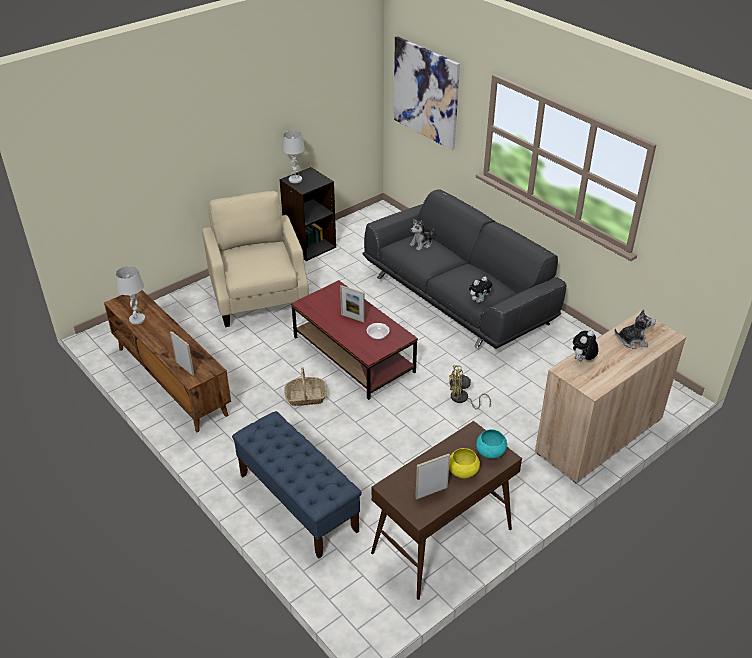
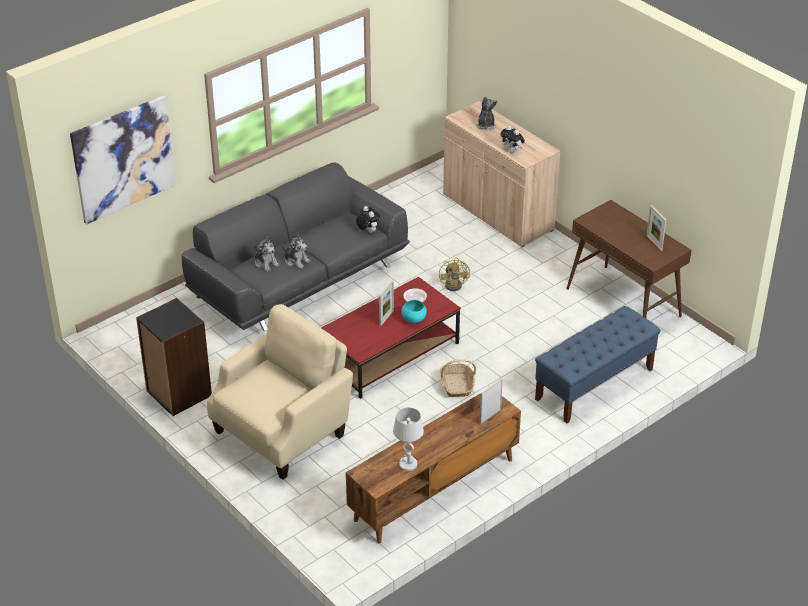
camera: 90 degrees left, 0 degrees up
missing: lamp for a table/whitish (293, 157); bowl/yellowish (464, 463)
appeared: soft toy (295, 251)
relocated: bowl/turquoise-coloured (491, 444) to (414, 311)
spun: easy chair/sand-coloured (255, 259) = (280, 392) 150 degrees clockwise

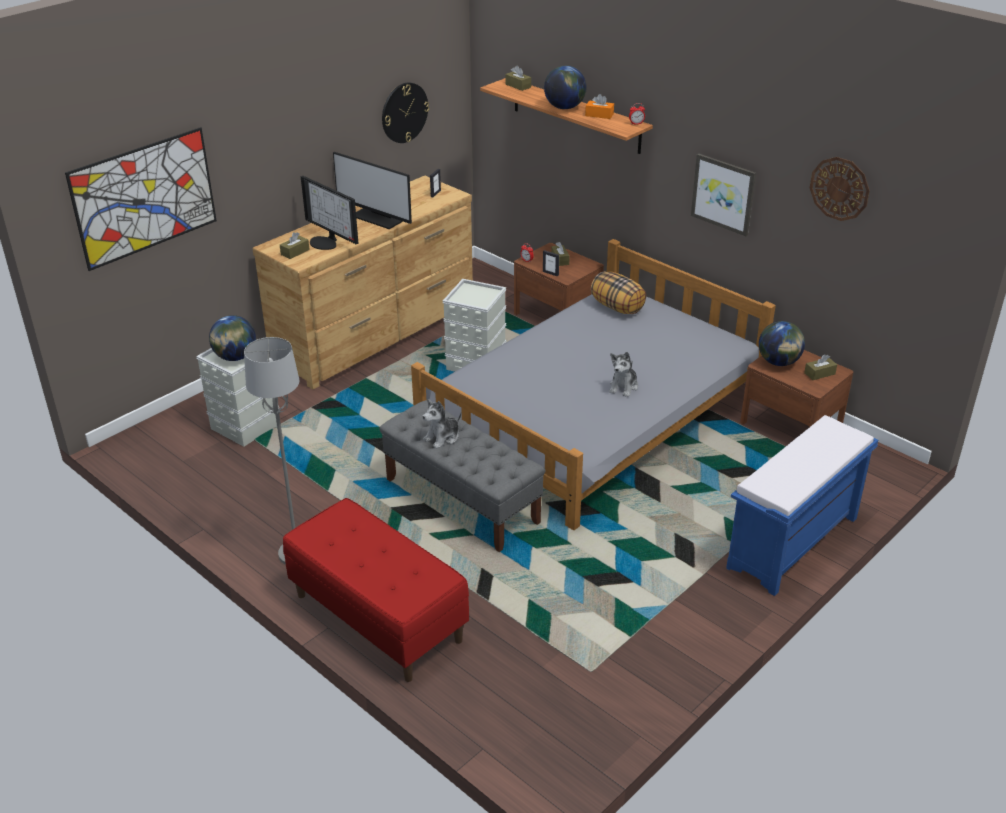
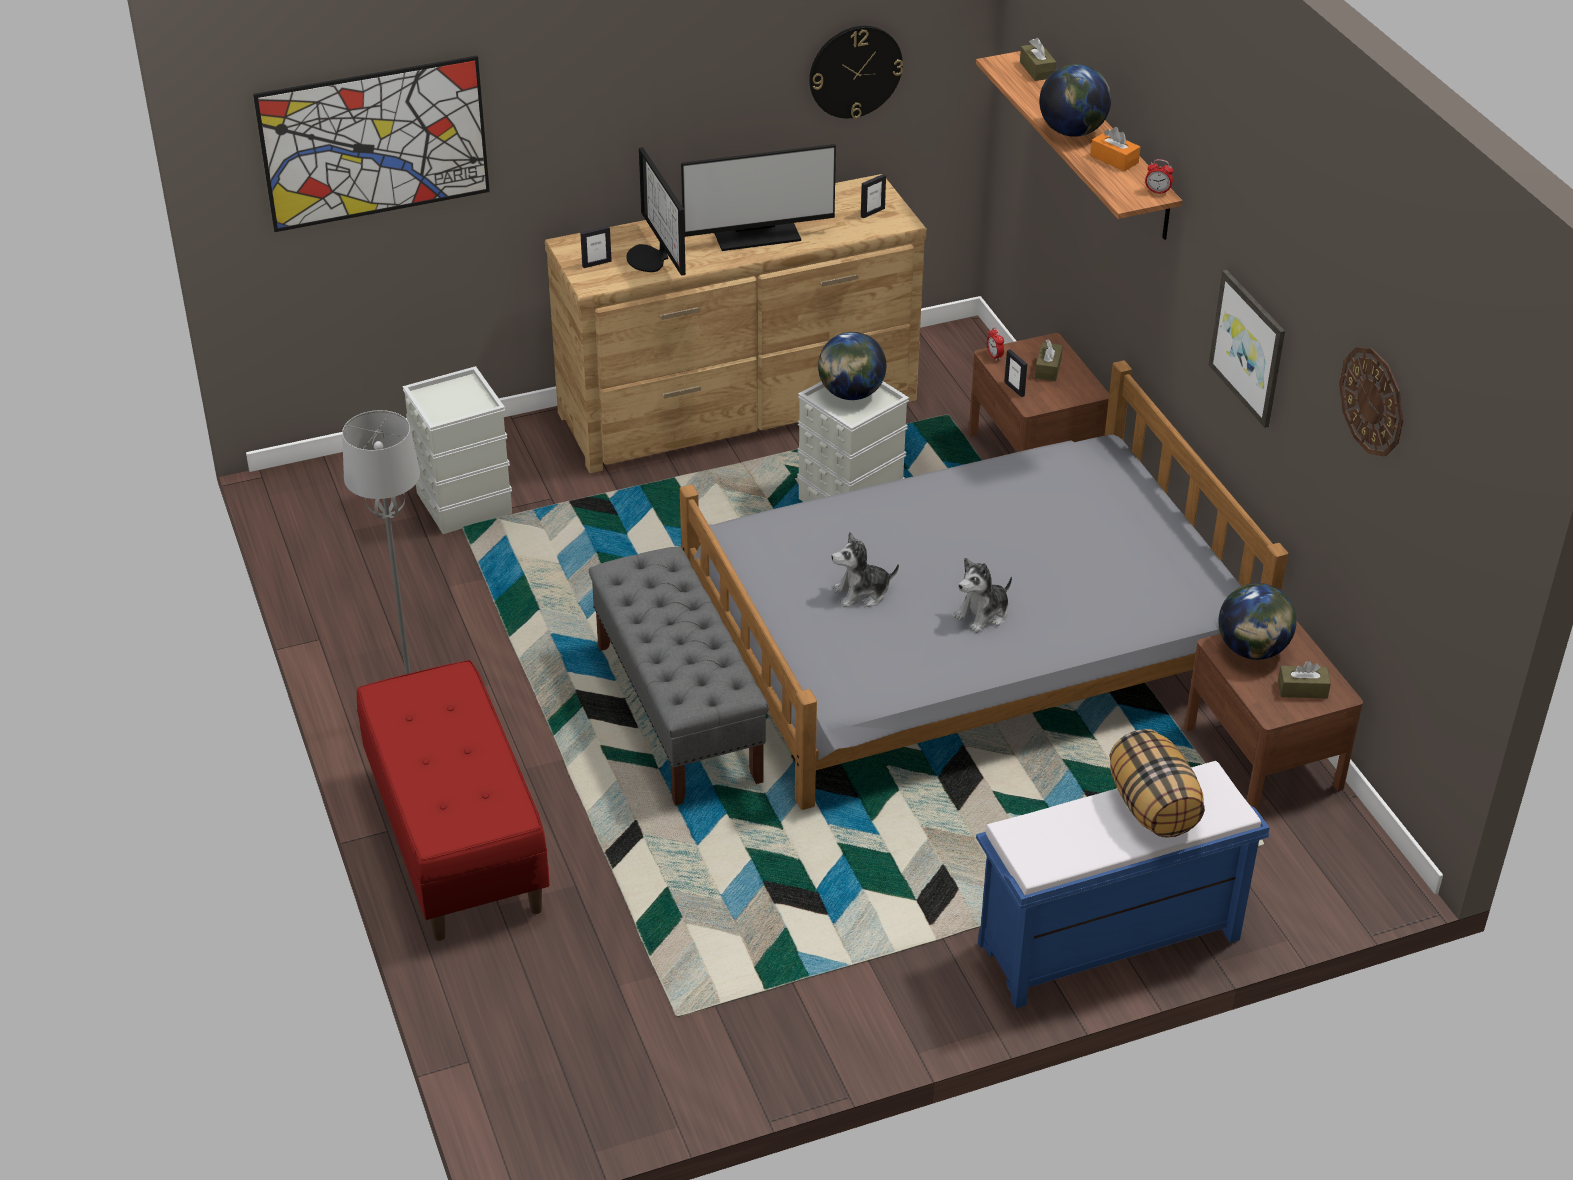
camera: 25 degrees right, 5 degrees up
relocated: throw pillow (618, 293) to (1157, 783); globe (232, 338) to (852, 366); soft toy (441, 424) to (865, 569)
exchanged: tissue holder/brownish (295, 245) to photo frame (596, 247)
spun: monitor (372, 190) = (758, 197) 75 degrees counterclockwise

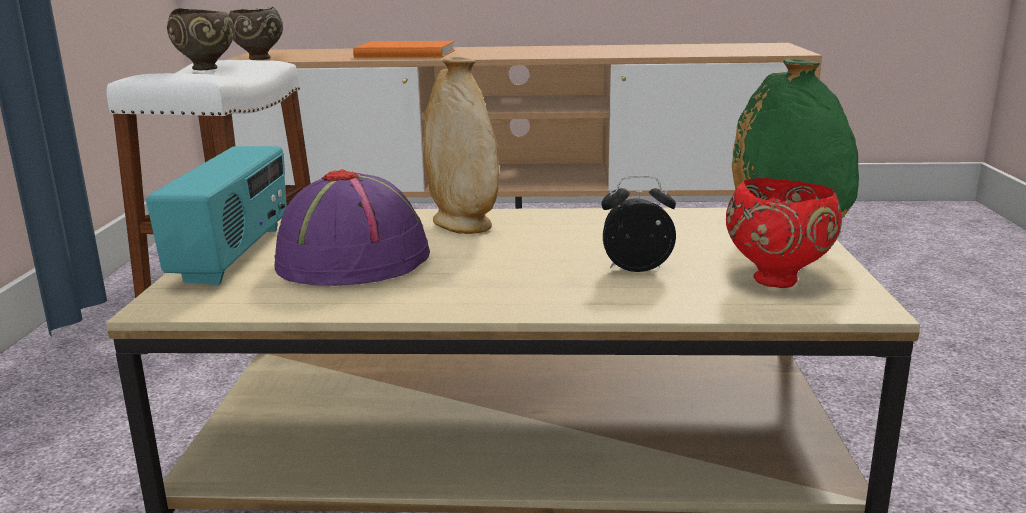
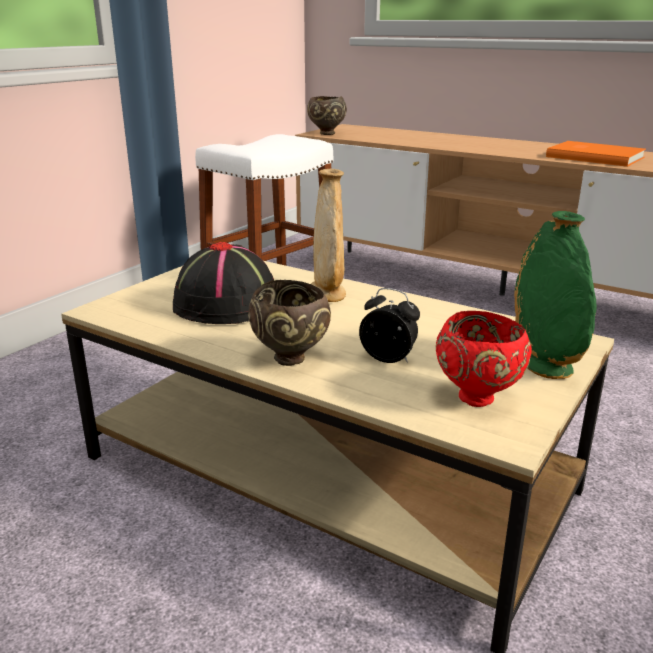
camera: 30 degrees right, 5 degrees up
missing: radio (216, 215)
relocated: bowl/brownish (200, 39) to (289, 323); book/orange-coloured (404, 49) to (596, 154)
colour: hat/purple-coloured (352, 227) to hat/black (223, 283)

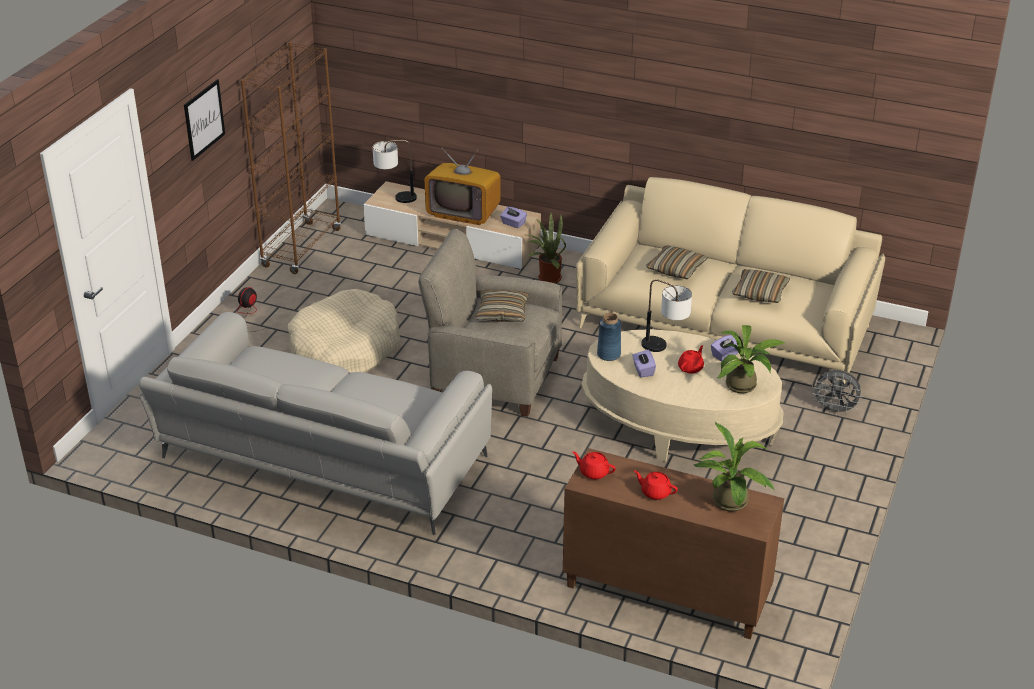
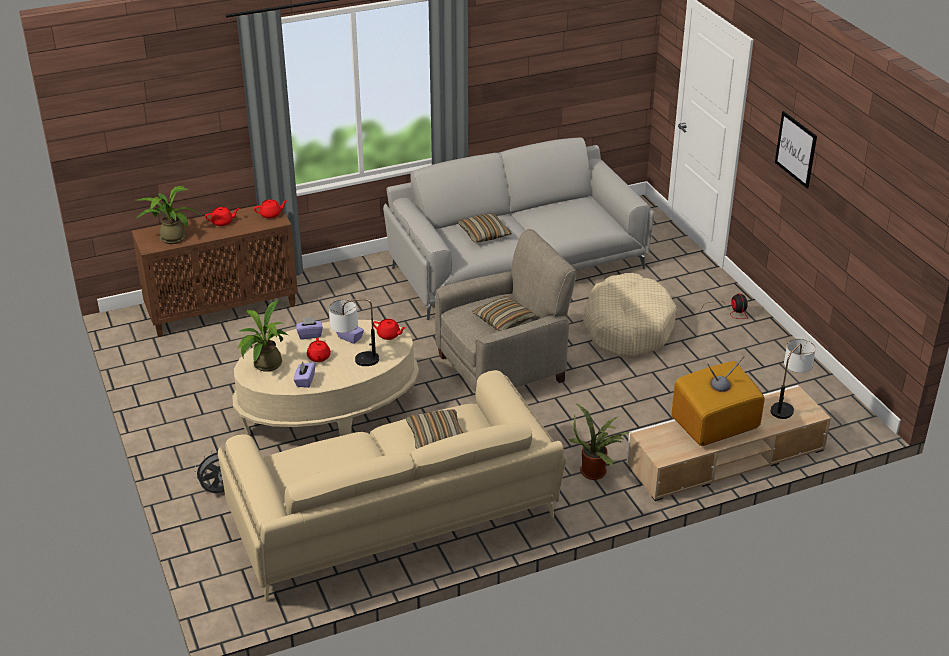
camera: 135 degrees right, 0 degrees up
missing: bookcase/brownish (291, 158)
relocated: tissue holder/purple-coloured (513, 217) to (309, 328); throw pillow (761, 286) to (485, 228)
exchanged: vase/bluish (609, 337) to tea pot/red-coloured (389, 329)

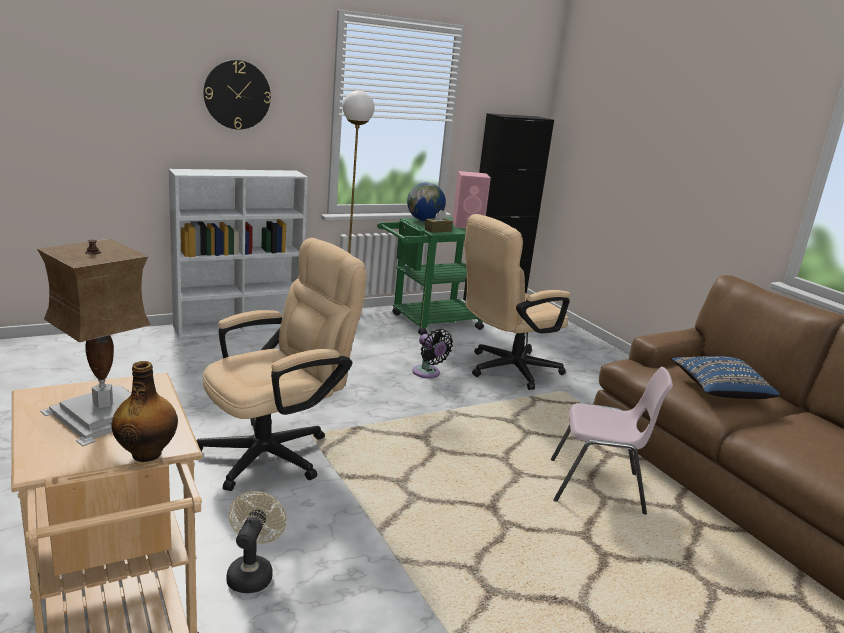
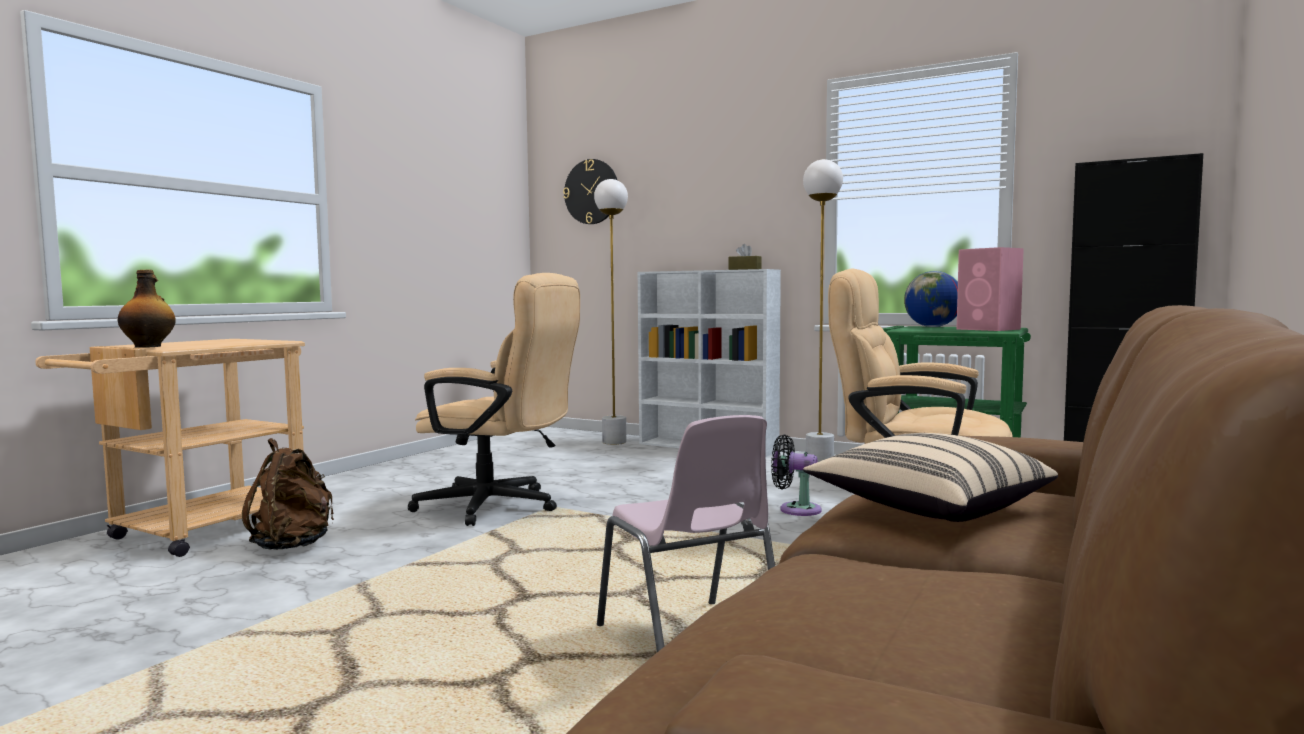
camera: 60 degrees right, 15 degrees down
missing: lamp for a table (94, 342)
appeared: floor lamp/whitish (611, 312)
relocated: wall clock (237, 94) to (590, 191); tissue holder/brownish (439, 221) to (745, 257)
exchanged: cooling fan/sand-coloured (256, 542) to rucksack/brownish (288, 494)
colour: throw pillow/bluish (725, 377) to throw pillow/sand-coloured (930, 477)
spun: cooling fan/black (433, 353) = (796, 475) 90 degrees clockwise

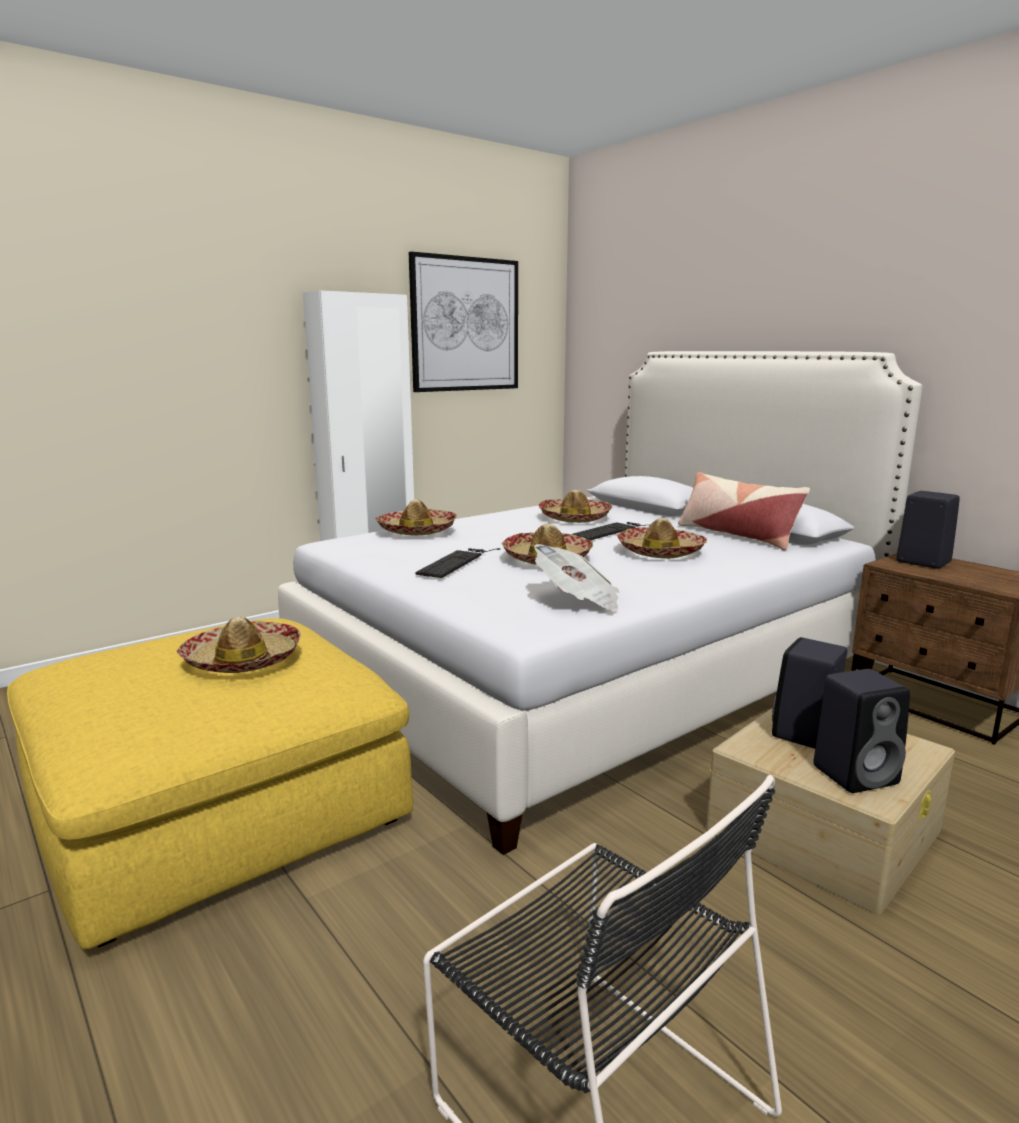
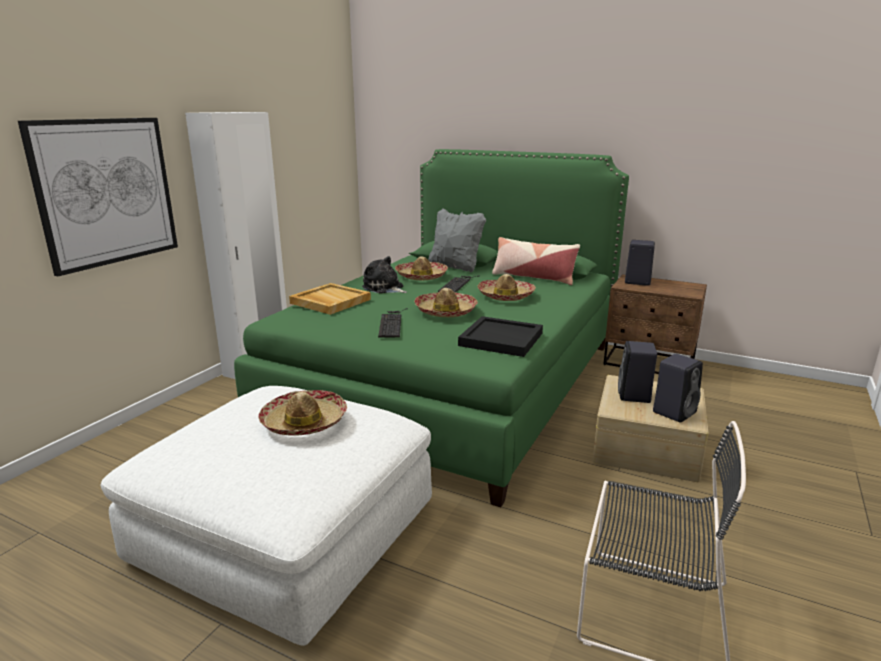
camera: 25 degrees left, 5 degrees up
appeared: throw pillow/greyish (457, 241); soft toy (384, 274)
relocated: picture (463, 322) to (98, 197)
exchanged: hat (416, 517) to serving tray/sand-coloured (330, 299); daily paper (576, 577) to serving tray/black (500, 336)
colour: sleeping bed/whitish (600, 603) to sleeping bed/green (431, 328); footrest/yellowish (210, 784) to footrest/whitish (266, 516)

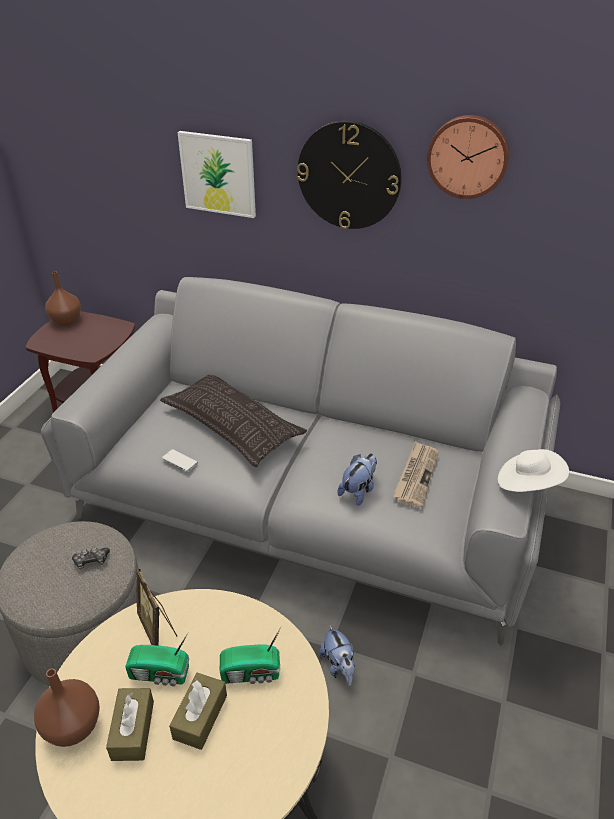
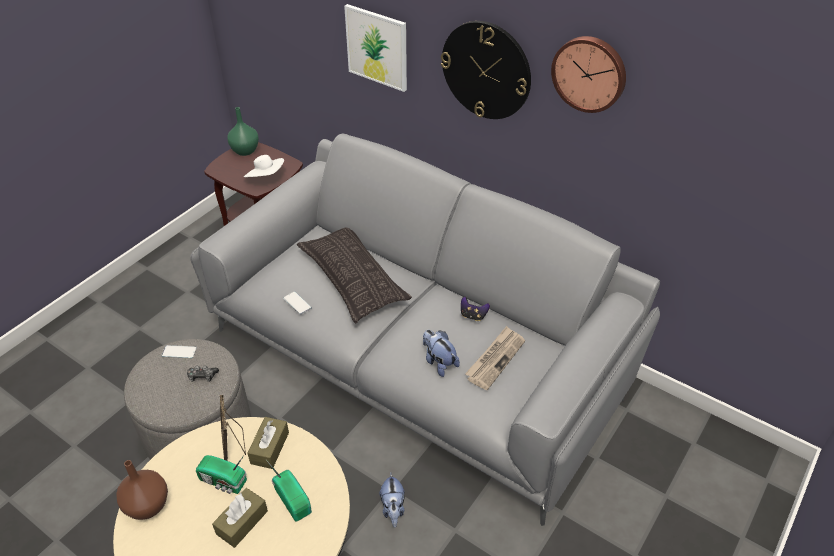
camera: 15 degrees right, 5 degrees up
appeared: game controller (475, 309); phone (179, 351)
relocated: hat/whitish (533, 470) to (264, 166); tissue holder/brownish (130, 724) to (268, 443)
colour: vase/brownish (63, 298) to vase/green (243, 131)
spun: soft toy (357, 479) = (441, 353) 90 degrees counterclockwise; radio (251, 655) = (289, 491) 135 degrees counterclockwise

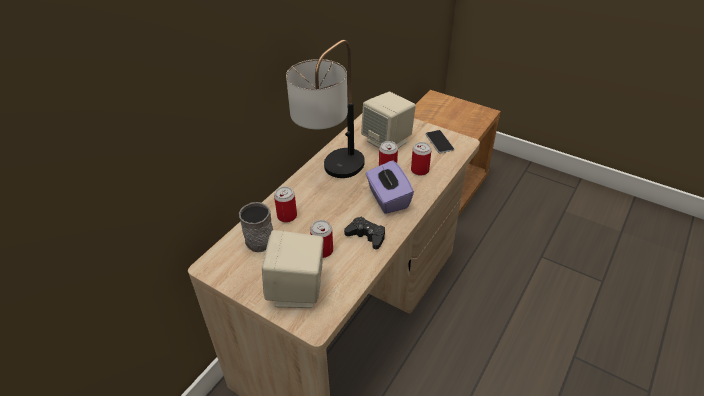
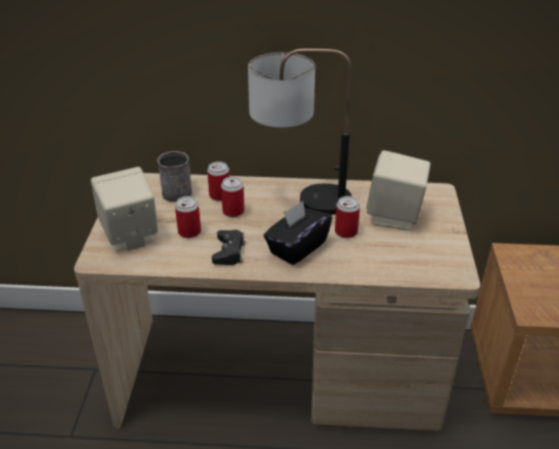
camera: 60 degrees right, 5 degrees down
missing: phone (439, 141)
relocated: can (421, 159) to (233, 196)
colour: tissue holder/purple-coloured (390, 187) to tissue holder/black (298, 233)

